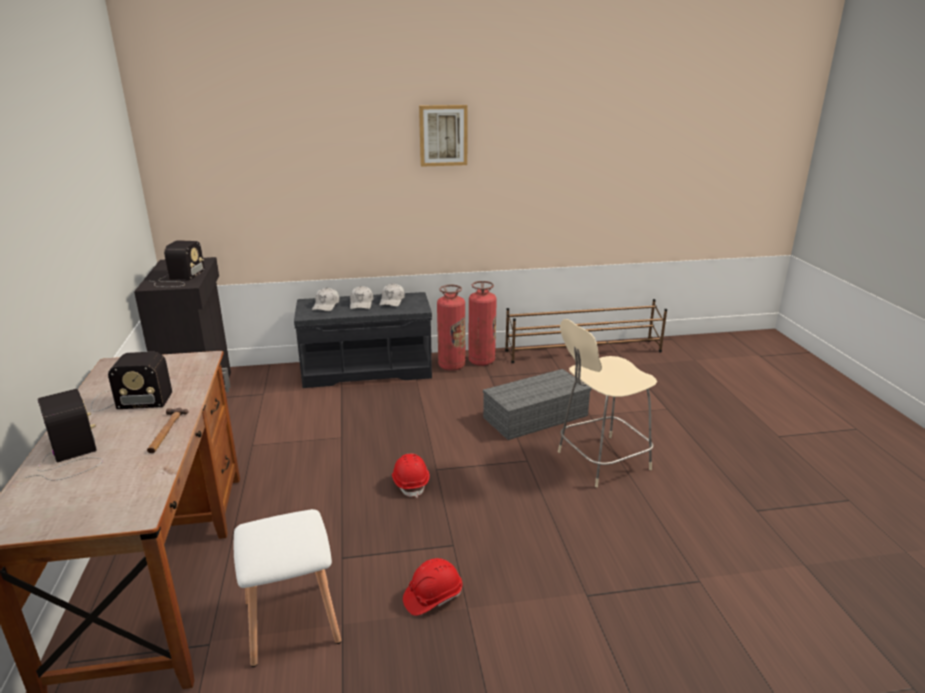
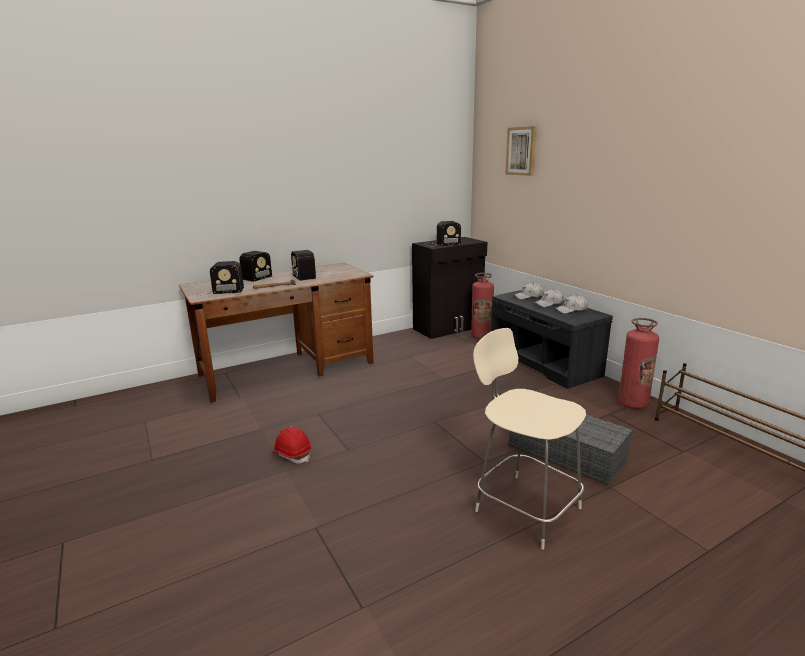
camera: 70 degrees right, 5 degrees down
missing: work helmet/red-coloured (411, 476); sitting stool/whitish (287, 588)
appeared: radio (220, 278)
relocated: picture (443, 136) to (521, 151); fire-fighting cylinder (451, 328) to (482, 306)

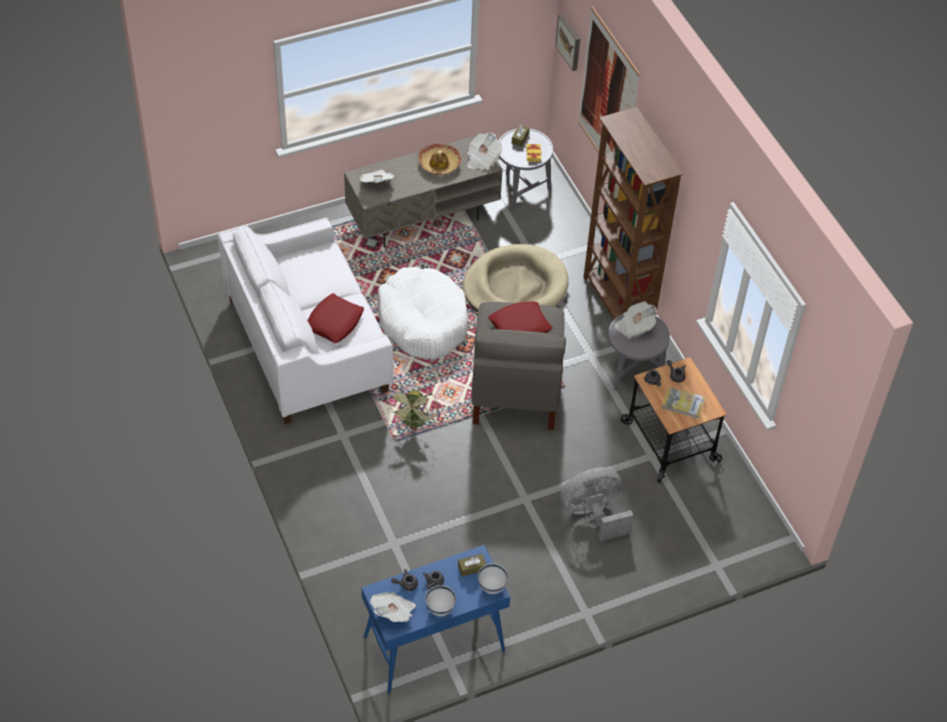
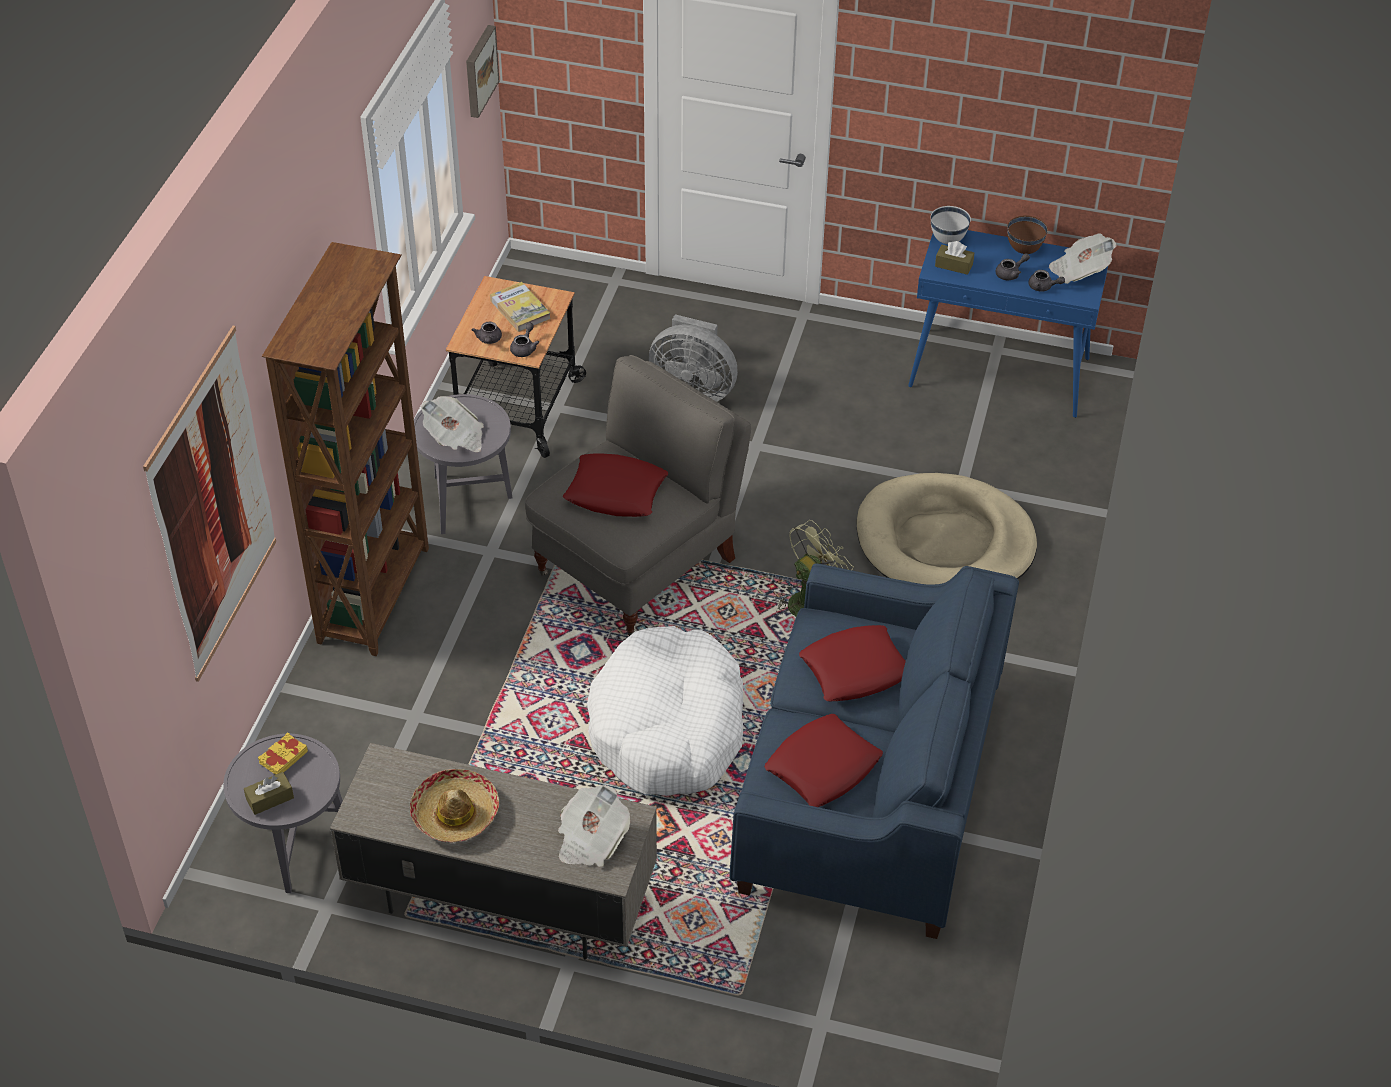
camera: 140 degrees left, 5 degrees down
missing: daily paper (484, 151)
appeared: throw pillow/red-coloured (823, 760)
relocated: picture (567, 42) to (482, 71); pet bed/sand-coloured (516, 278) to (946, 528)
colour: settee/whitish (306, 321) to settee/bluish (874, 751); bowl/whitish (440, 600) to bowl/brownish (1027, 234)

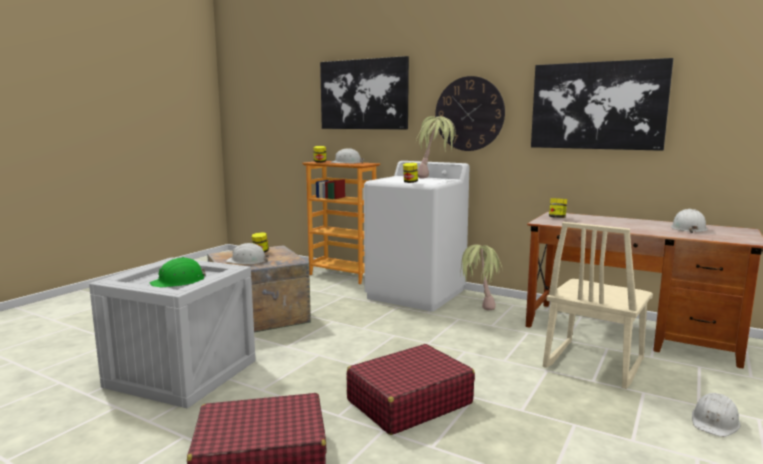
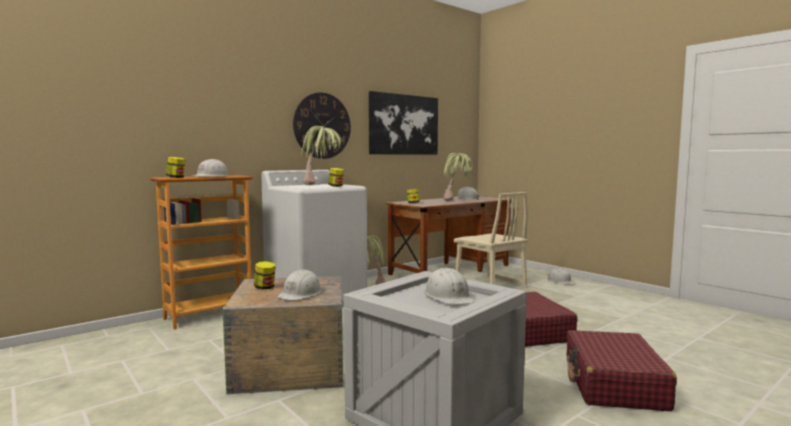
camera: 70 degrees left, 5 degrees down
missing: picture (364, 93)
appeared: houseplant (458, 177)
colour: work helmet/green (177, 272) to work helmet/whitish (449, 286)

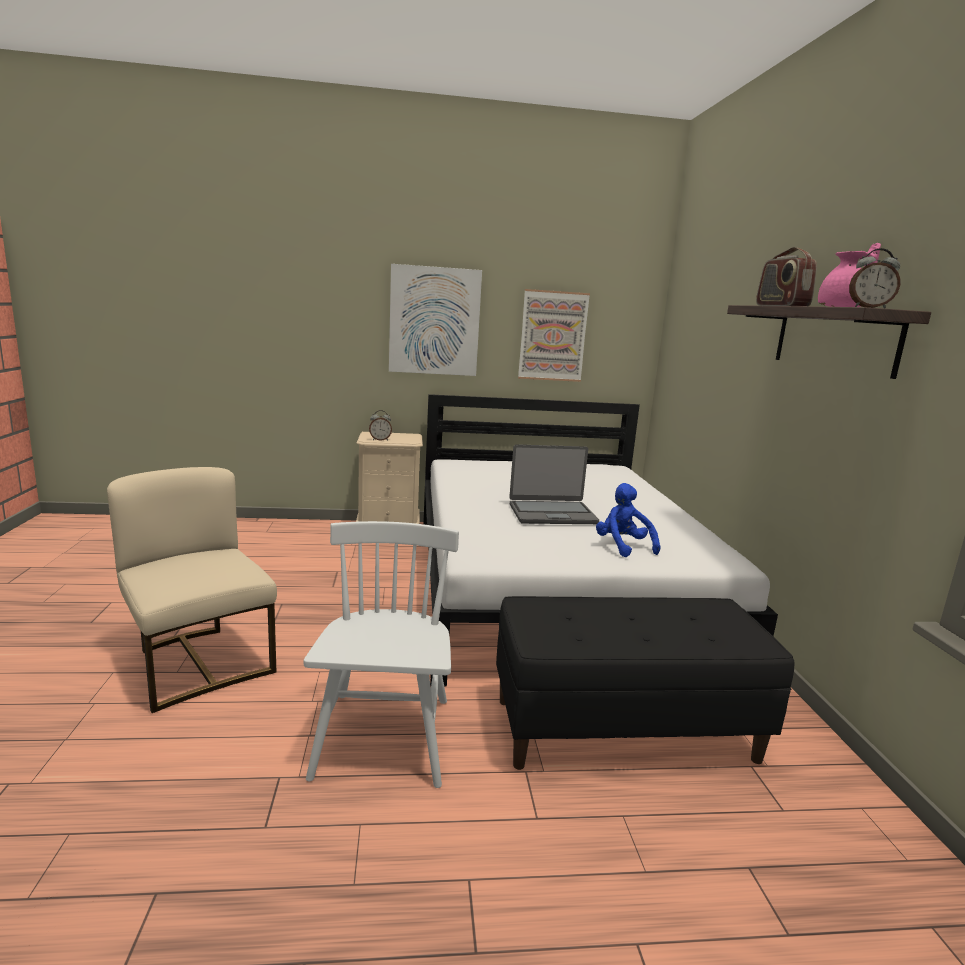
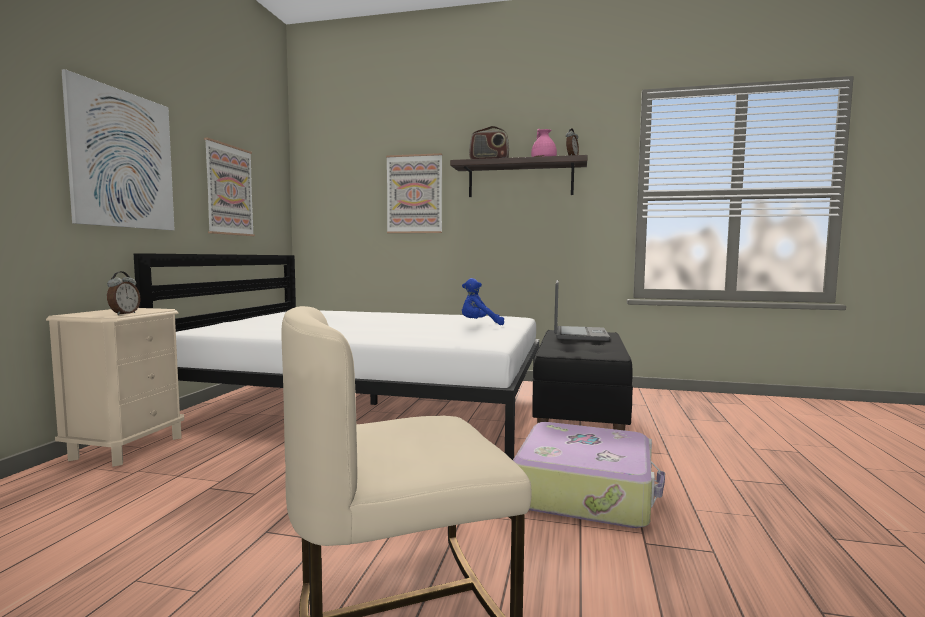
camera: 70 degrees left, 10 degrees down
appeared: picture (414, 193)
relocated: notebook computer (554, 484) to (582, 310)
exchanged: upright chair/whitish (381, 654) to piece of luggage (589, 475)

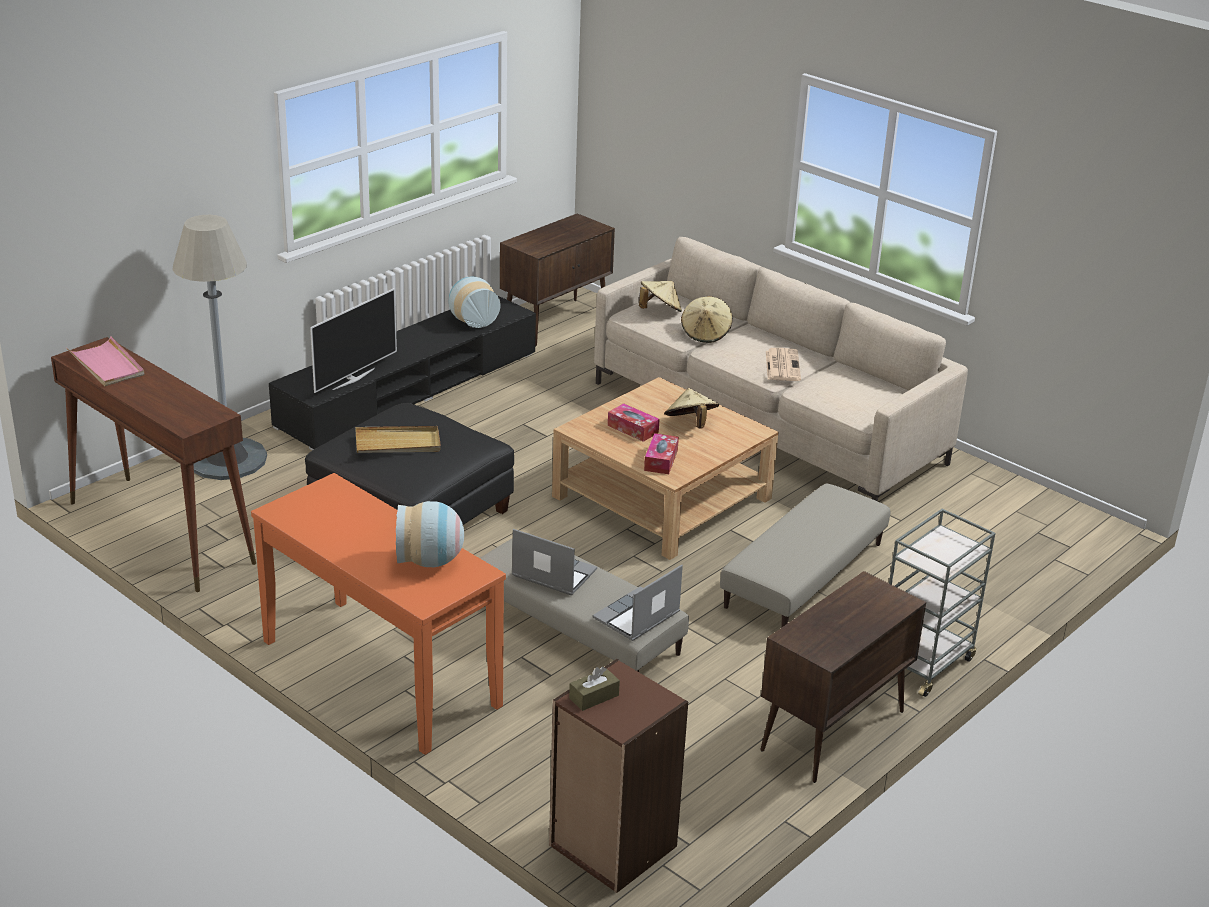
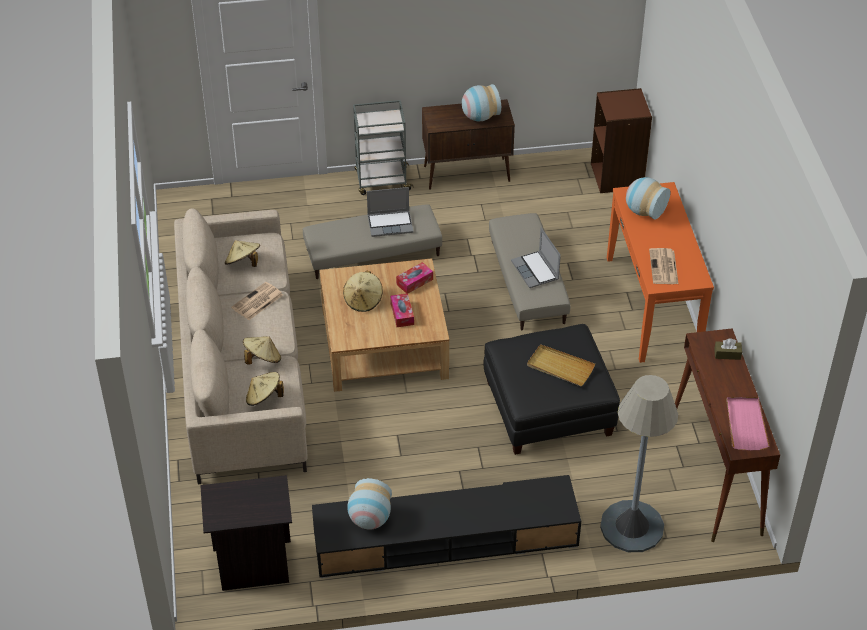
camera: 140 degrees left, 15 degrees up
missing: TV (353, 340)
appeared: vase (481, 102); hat/sand-coloured (242, 253); daily paper (663, 266)
relocated: notebook computer (638, 603) to (390, 212); tissue holder/brownish (594, 689) to (728, 349)
exchanged: cabinet/brownish (557, 279) to bedside table/black (246, 533)

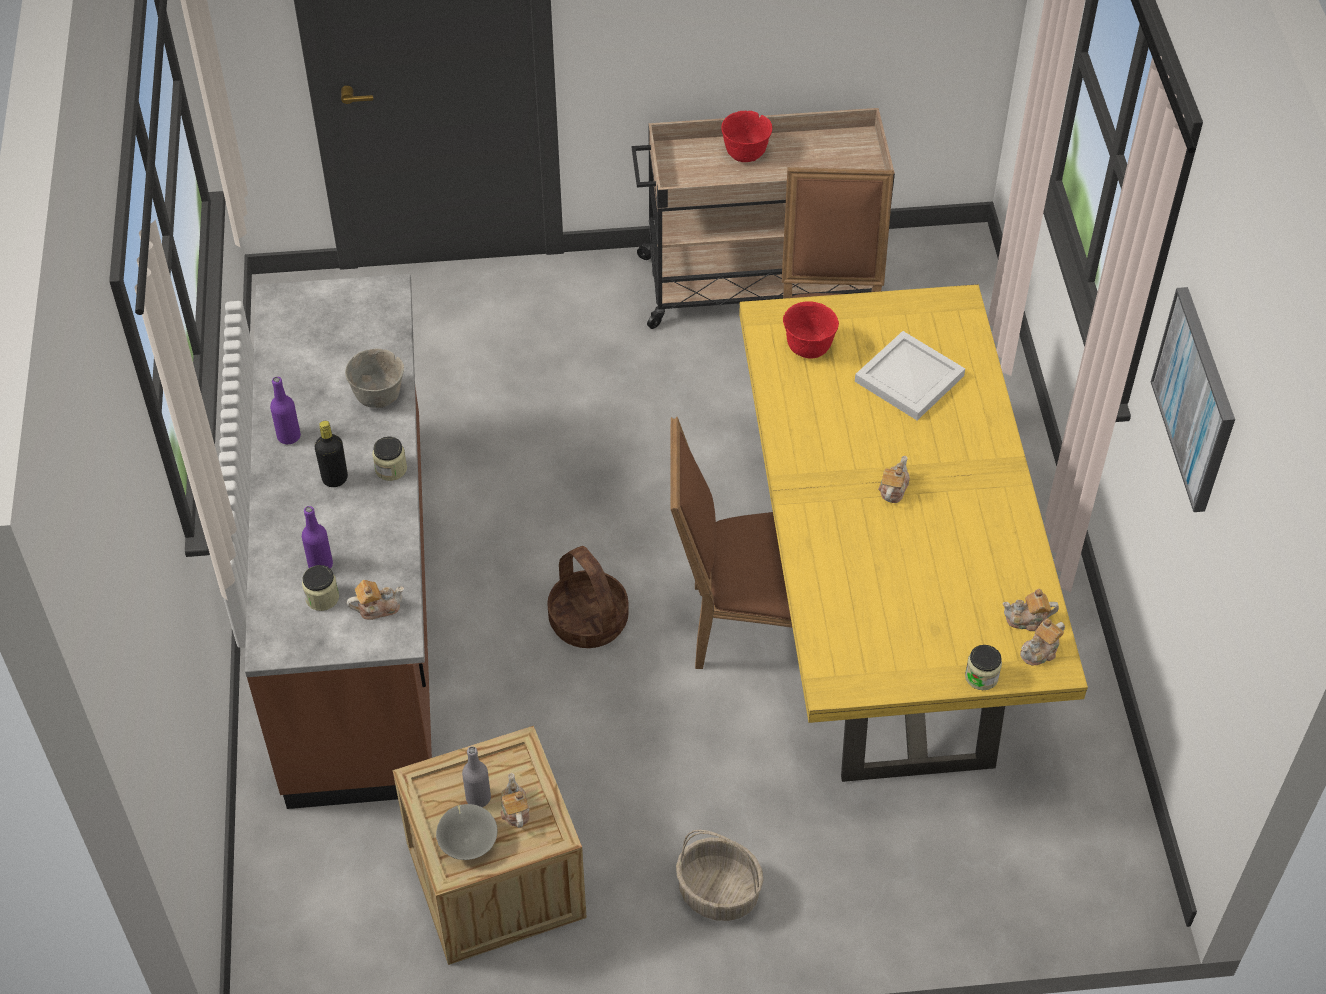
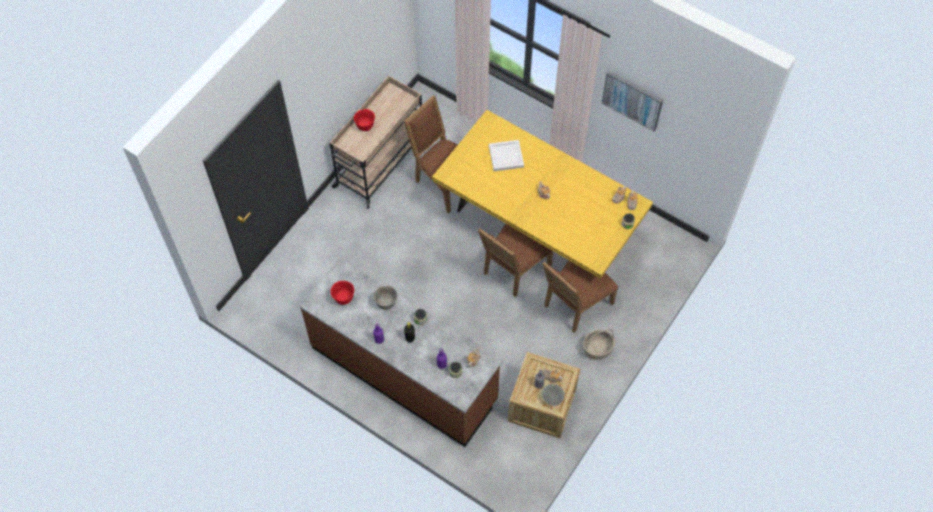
camera: 50 degrees left, 10 degrees up
missing: household basket (588, 597)
appeared: upright chair/brownish (580, 297)
relocated: bowl/red-coloured (811, 330) to (342, 293)

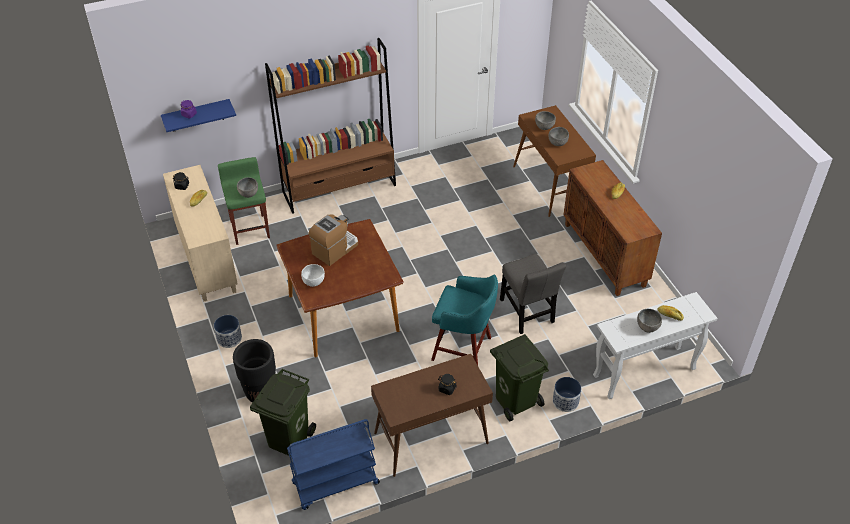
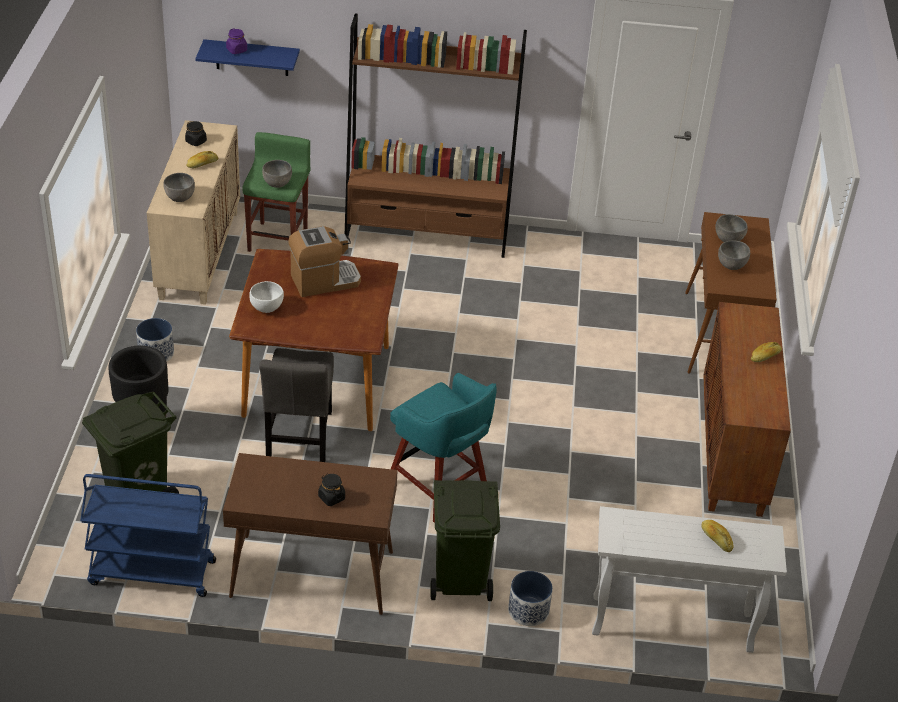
camera: 25 degrees right, 5 degrees down
relocated: upright chair/greyish (533, 294) to (296, 405); bowl/greyish (649, 321) to (179, 187)

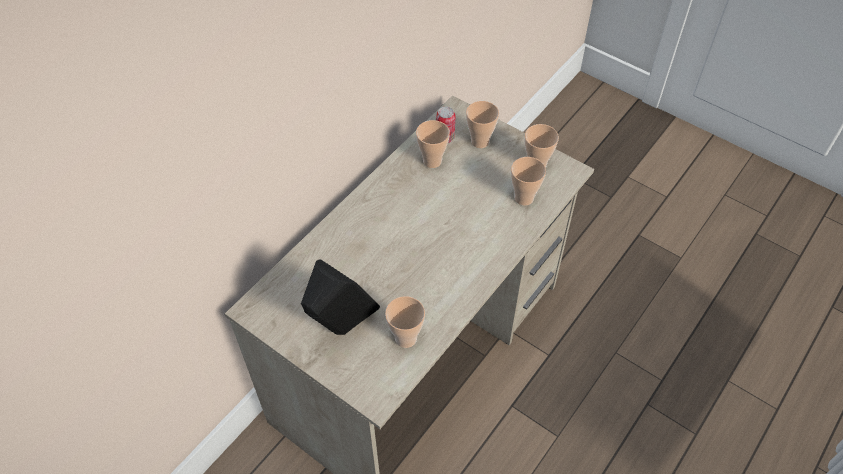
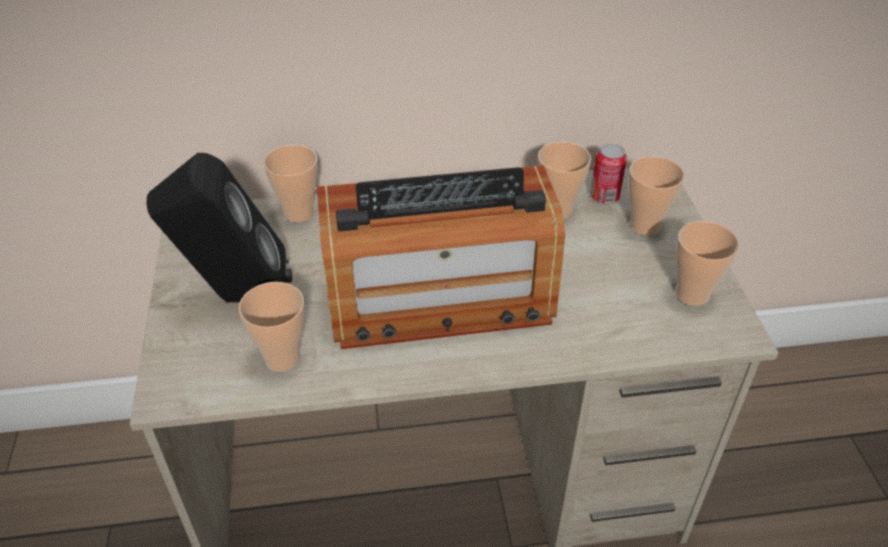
camera: 45 degrees right, 10 degrees down
appeared: radio (441, 257)
relocated: small cup (528, 181) to (291, 183)

